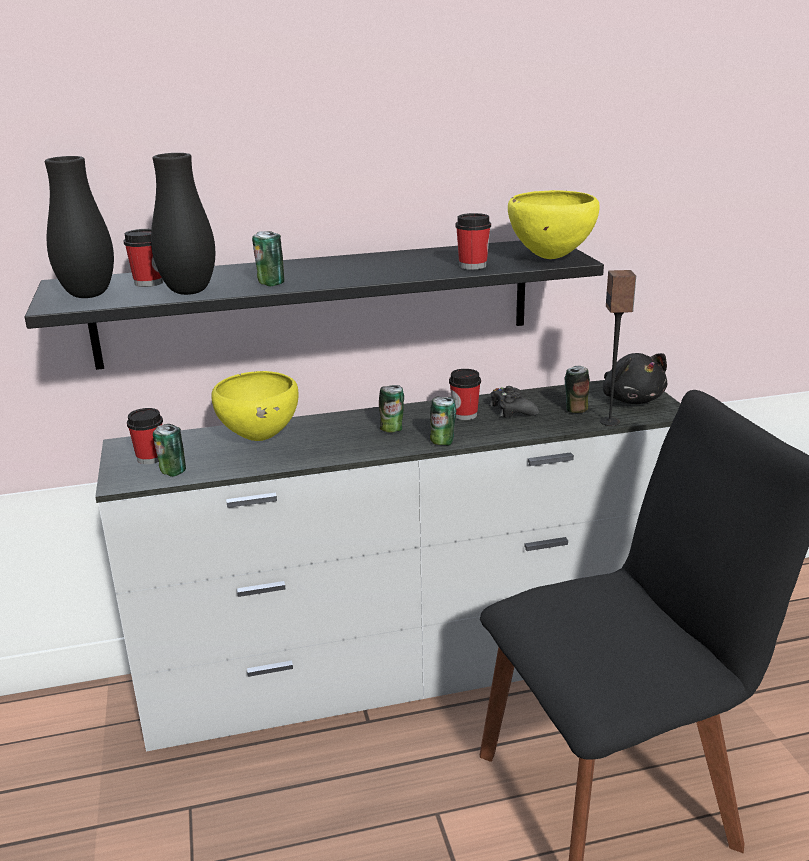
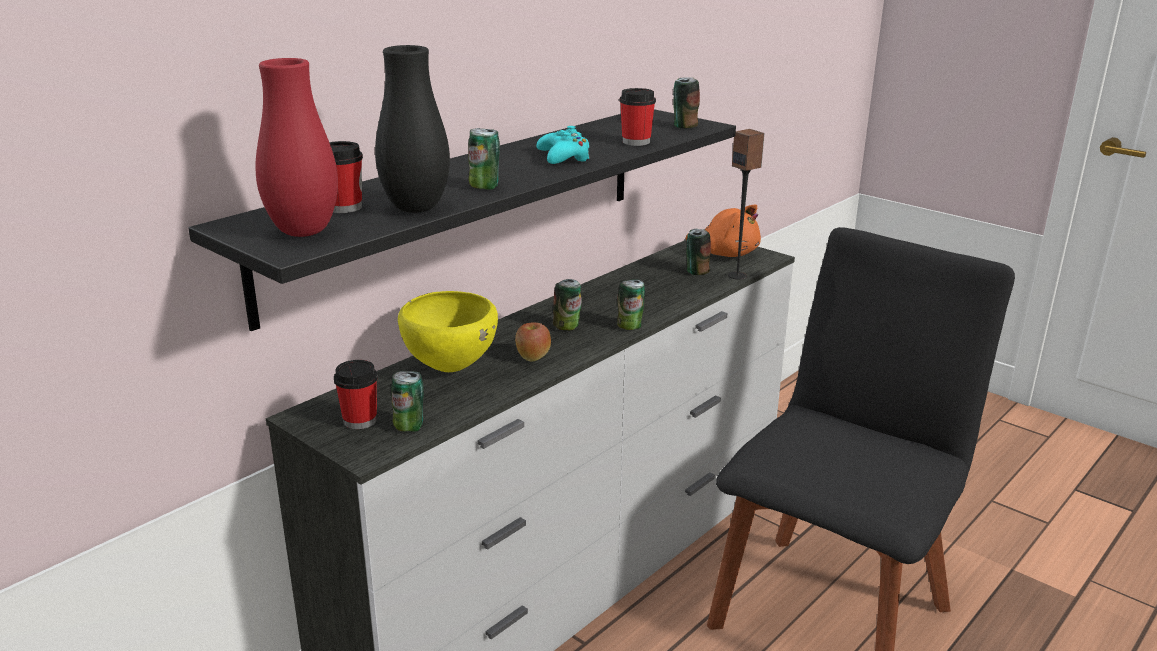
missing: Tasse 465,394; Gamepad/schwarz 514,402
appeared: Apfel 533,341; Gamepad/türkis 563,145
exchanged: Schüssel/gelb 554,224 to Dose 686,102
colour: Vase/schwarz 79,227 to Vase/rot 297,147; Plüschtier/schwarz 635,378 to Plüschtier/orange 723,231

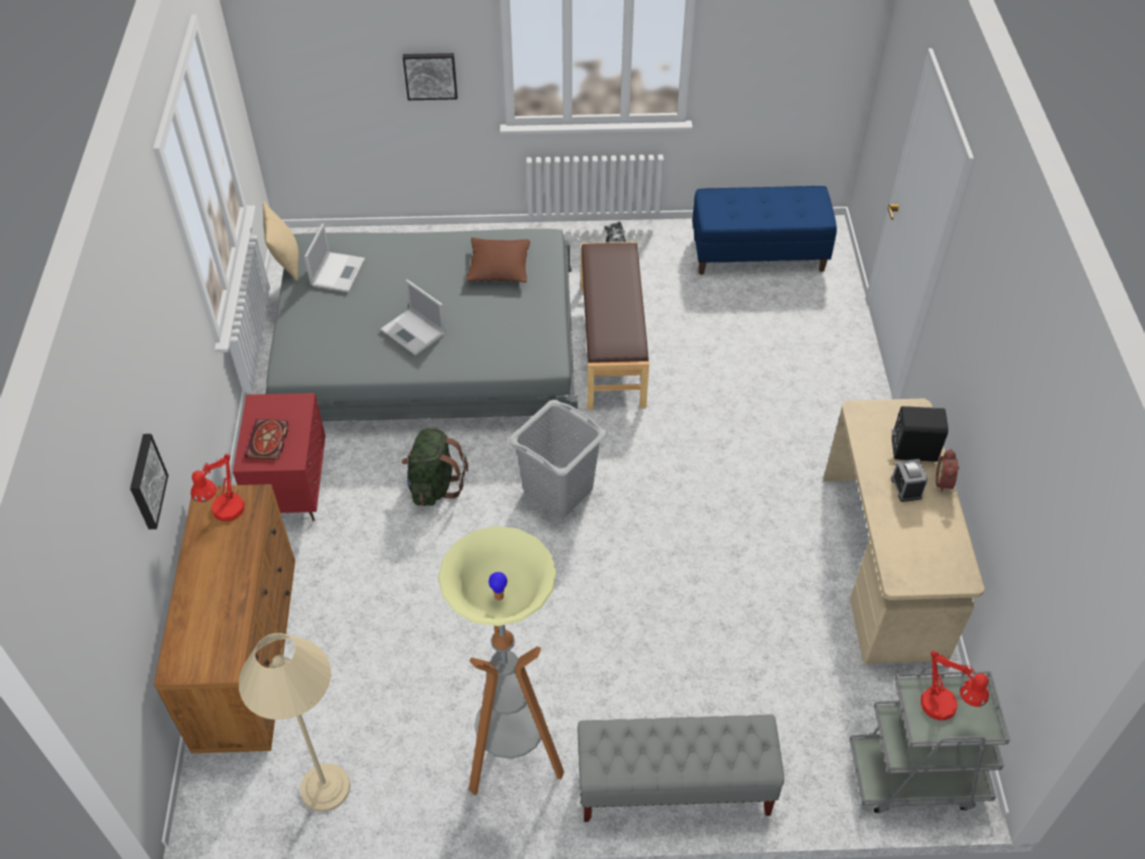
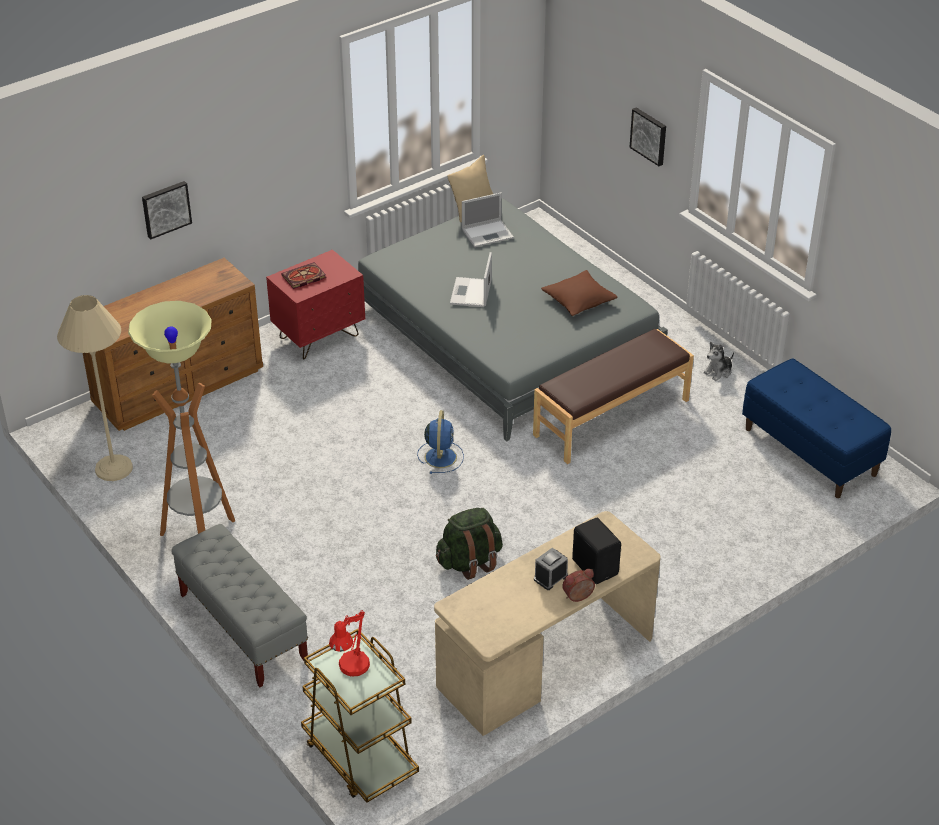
missing: Tischlampe/rot 218,487
relocated: Rucksack/grün 435,467 to 469,544
exchanged: Wäschekorb/grau 558,459 to Ventilator/blau 440,442
colour: Rollwagen/grau 929,739 to Rollwagen/braun 360,716

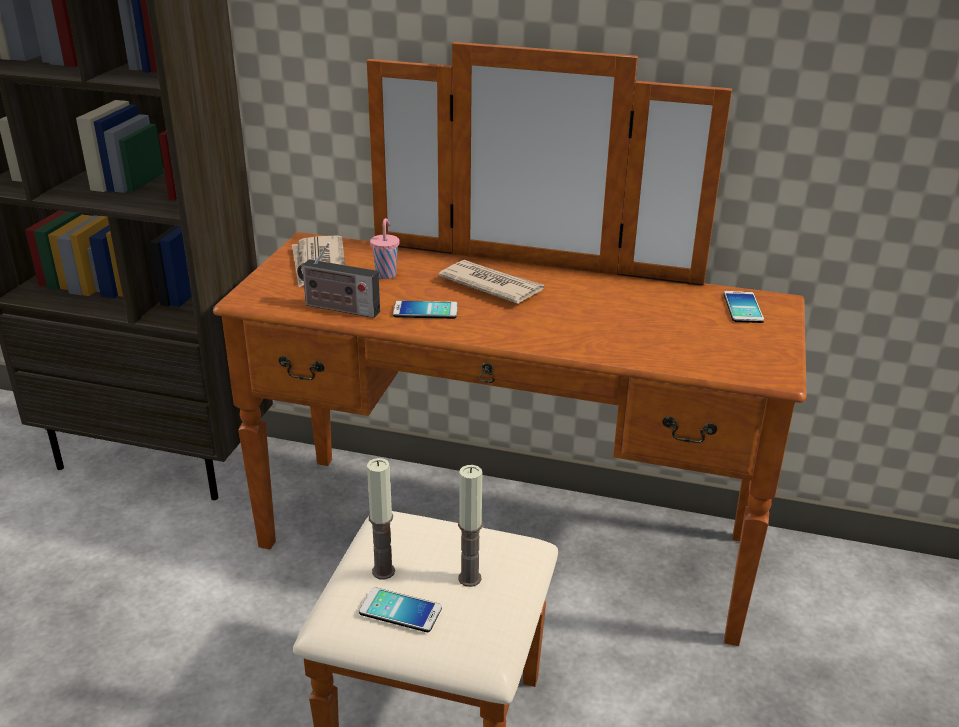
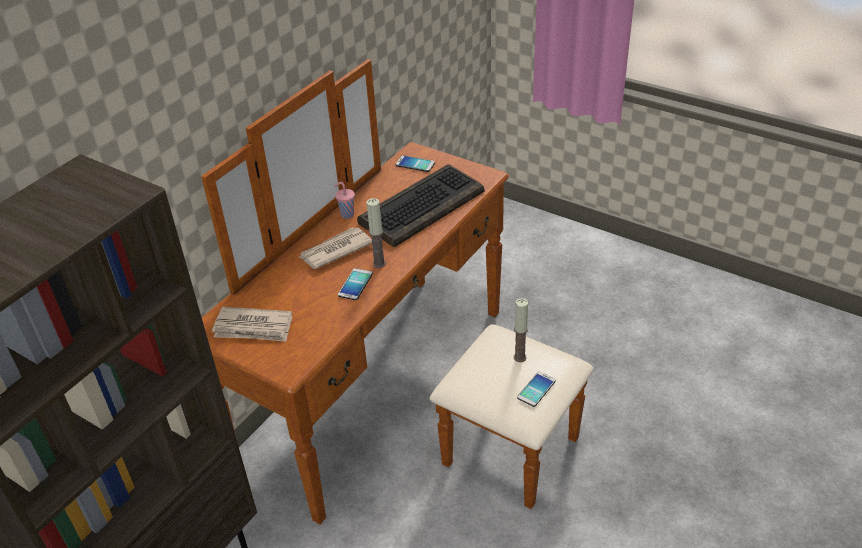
missing: Radio 338,280
appeared: Tastatur 420,205
relocated: Tasse/rosa 385,248 to 344,200; Kerze 381,518 to 376,233

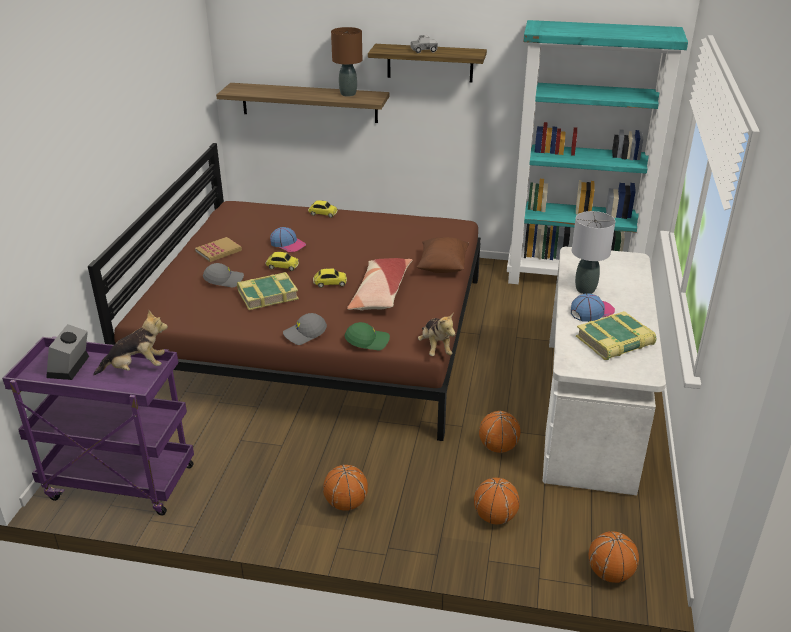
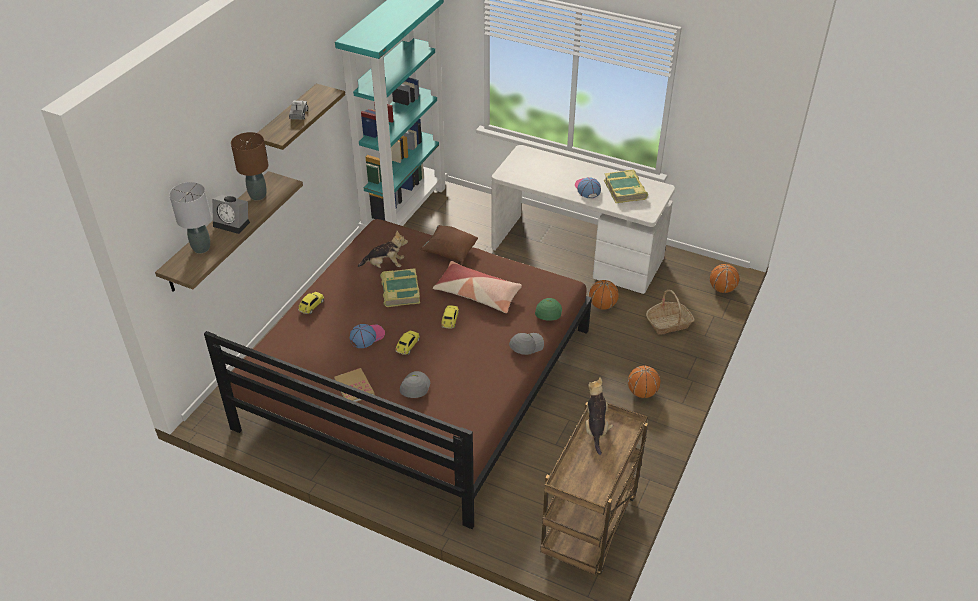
relocated: Tischlampe/grau 593,252 to 190,217; Wecker 67,352 to 231,214; Plüschtier 436,334 to 383,249; Buch 268,291 to 400,287
exchanged: Basketball 497,501 to Korb 670,312
colour: Rollwagen/lila 98,426 to Rollwagen/braun 594,488
spun: Kappe/grau 305,329 = 526,344 120 degrees counterclockwise

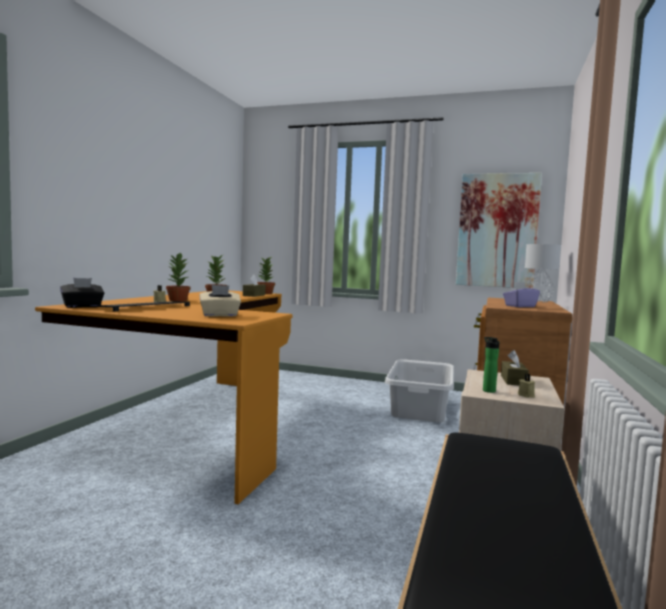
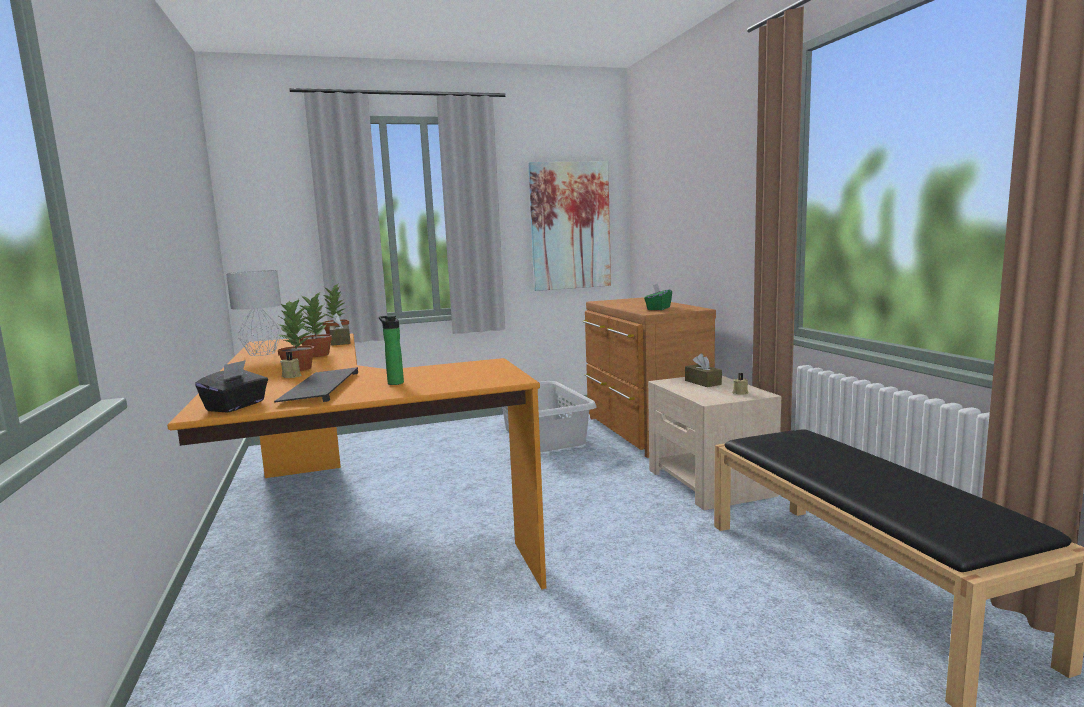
missing: Taschentuchbox/beige 220,301
relocated: Tischlampe/grau 543,273 to 253,313; Flasche 491,365 to 391,350
colour: Taschentuchbox/lila 521,294 to Taschentuchbox/grün 658,296

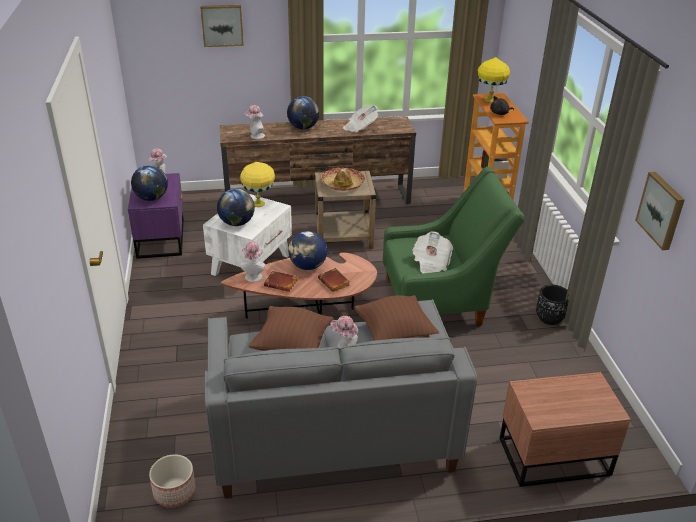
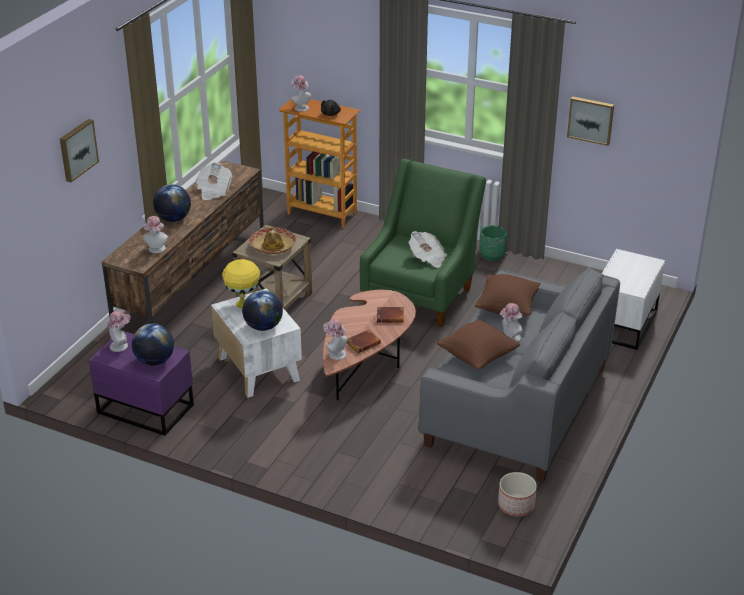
missing: Globus 307,250
exchanged: Tischlampe/gelb 494,79 to Hut 301,93
colour: Pflanzkübel/schwarz 552,305 to Pflanzkübel/grün 493,243; Nachttisch/braun 565,429 to Nachttisch/weiß 633,299

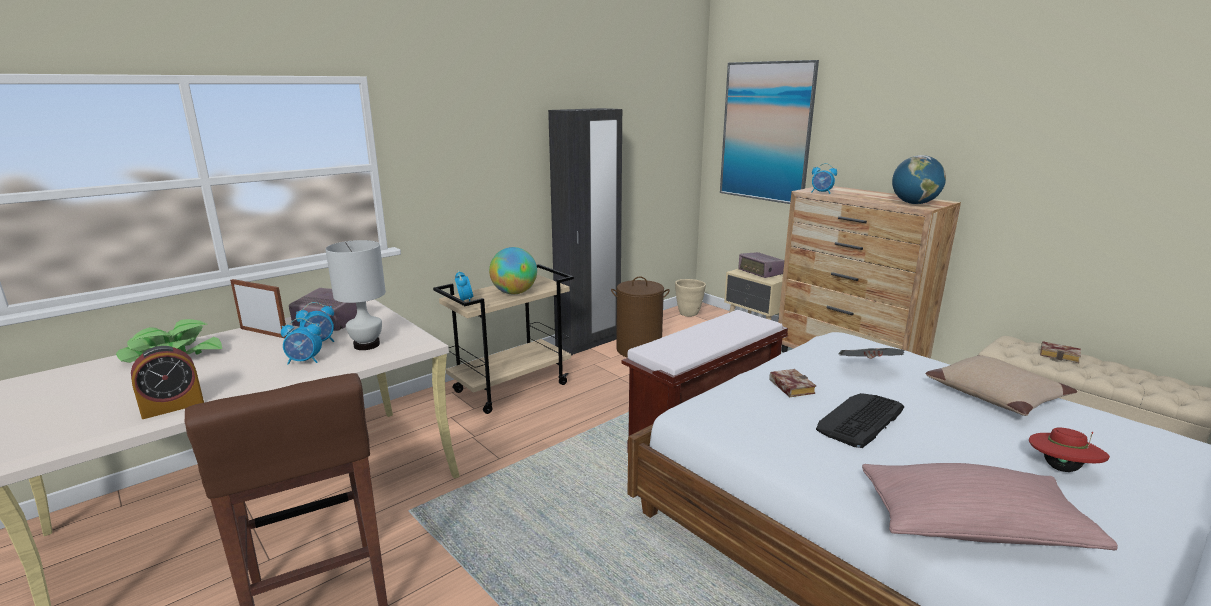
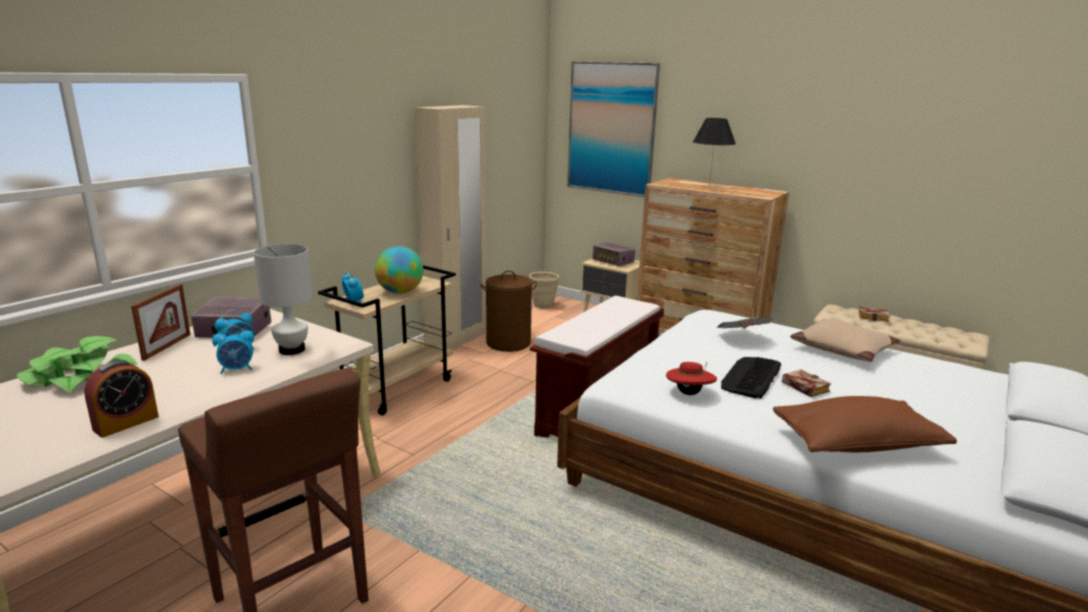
missing: Wecker 824,178; Globus 919,179
appeared: Tischlampe/schwarz 714,152
relocated: Hut/rot 1069,450 to 691,378; Buch 792,383 to 806,383
colour: Kleiderschrank/schwarz 585,232 to Kleiderschrank/beige 450,227; Kissen/rosa 990,506 to Kissen/braun 865,424
spun: Bilderrahmen 259,308 = 161,322 90 degrees clockwise

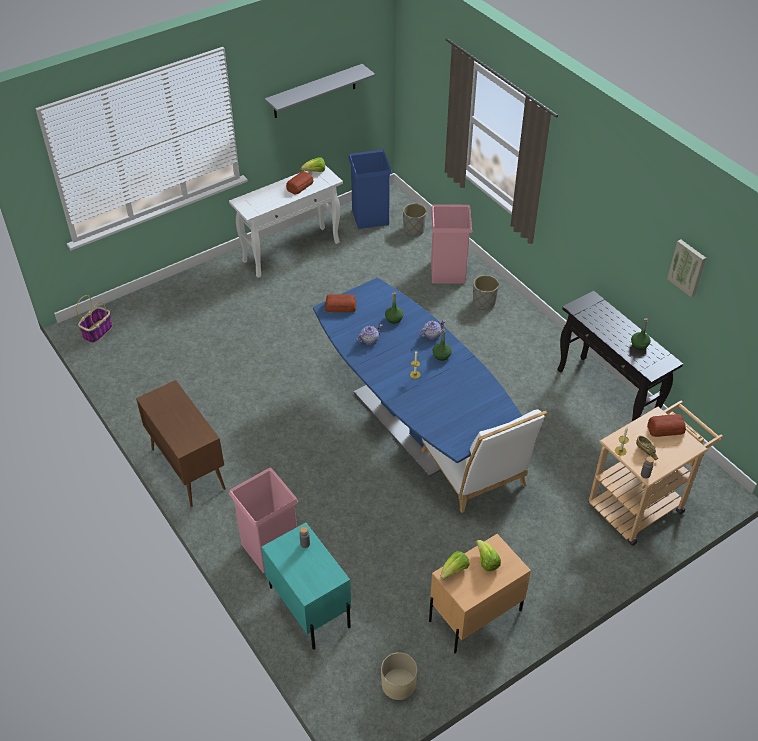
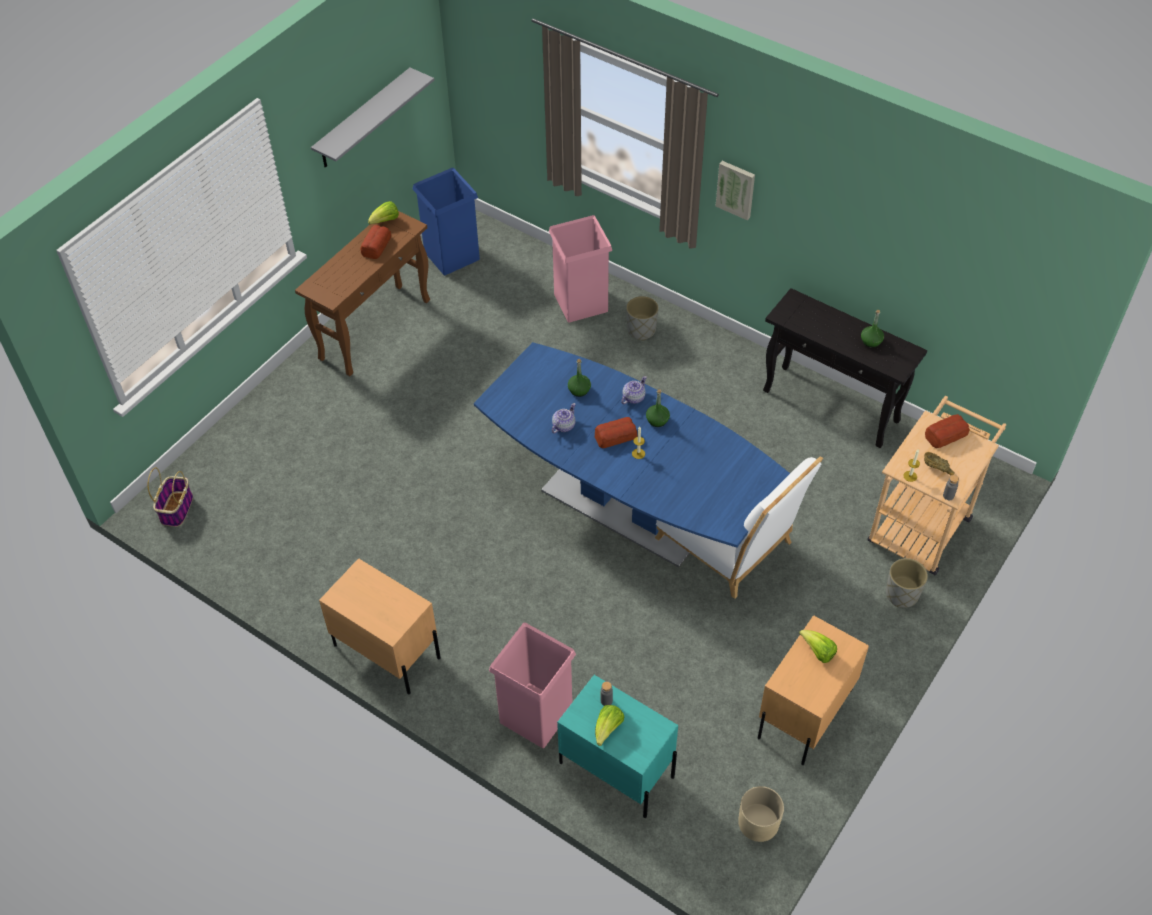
relocated: Brot 340,303 to 616,432; Salatkopf 455,565 to 609,725; Bild 686,269 to 735,190; Pflanzkübel/grau 415,219 to 907,582
exchanged: Schrank/braun 181,443 to Nachttisch/beige 380,626
colour: Konsolentisch/weiß 286,221 to Konsolentisch/braun 362,293

